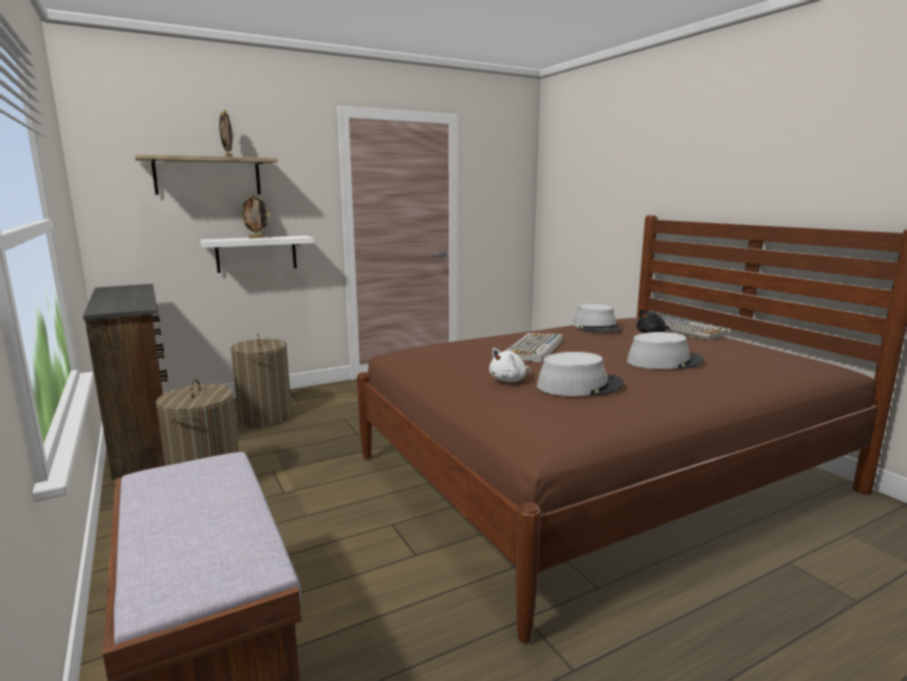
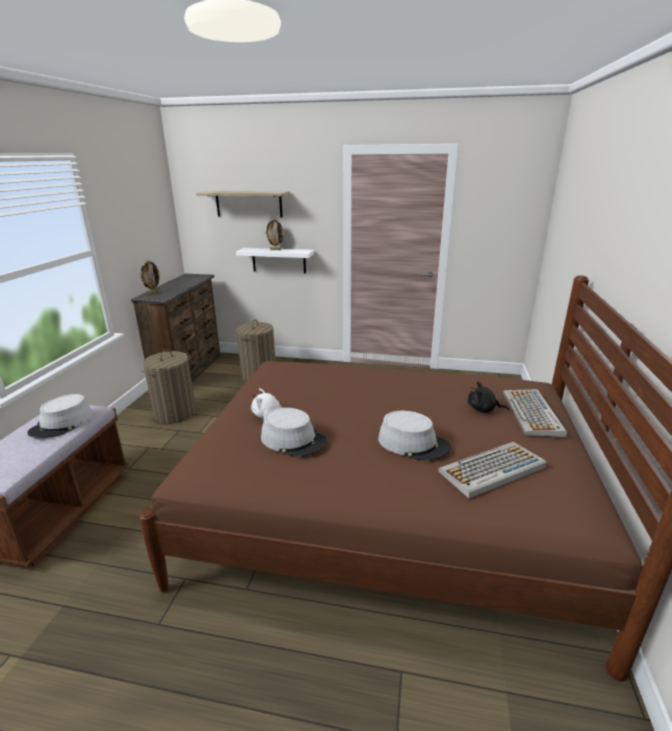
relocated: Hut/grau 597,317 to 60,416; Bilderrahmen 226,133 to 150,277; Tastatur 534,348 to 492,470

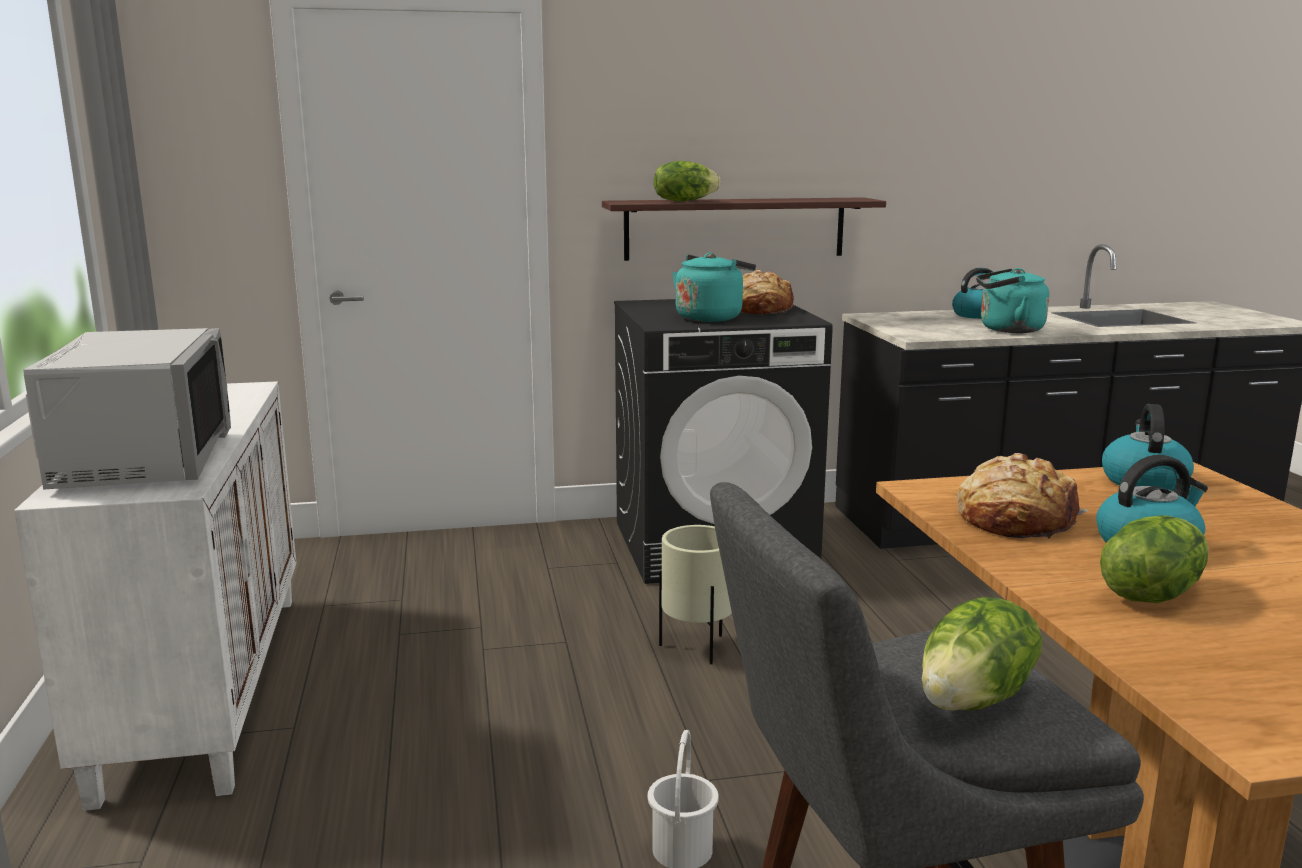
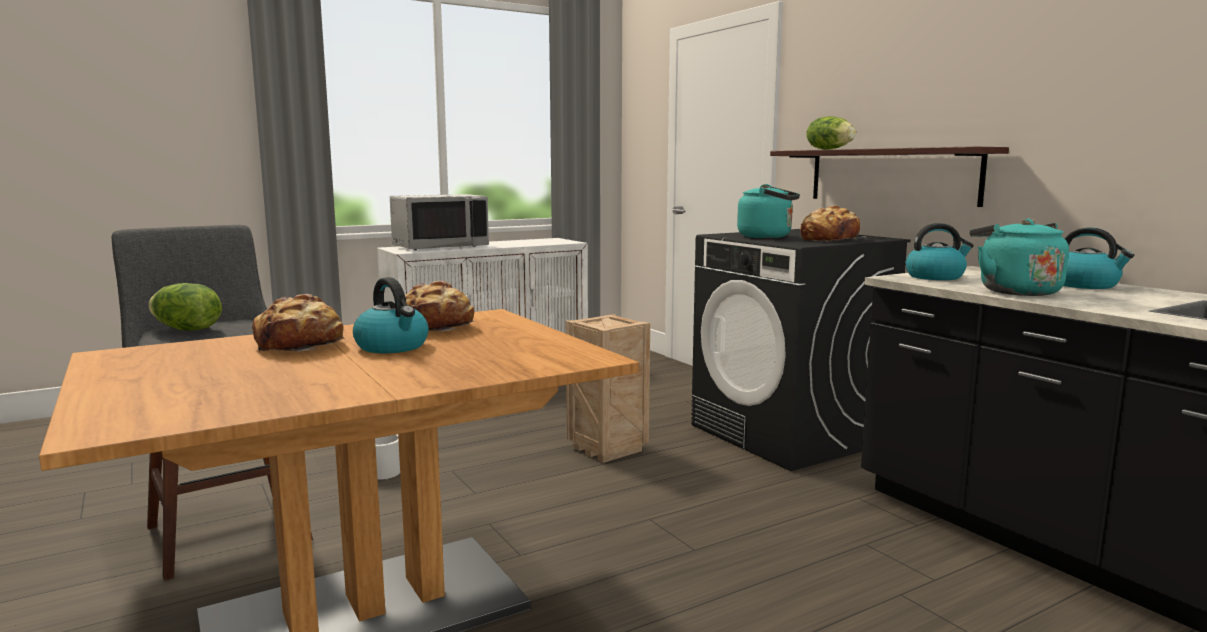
relocated: Wasserkessel 1148,447 to 939,251
exchanged: Salatkopf 1154,559 to Brot 299,323; Pflanzkübel/beige 695,595 to Kiste 608,388

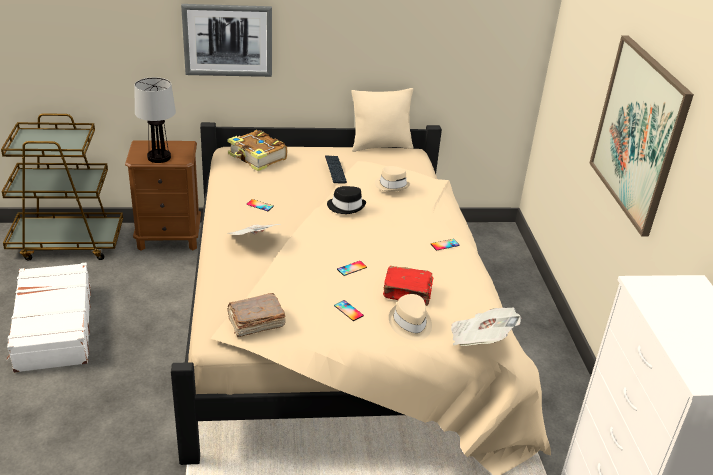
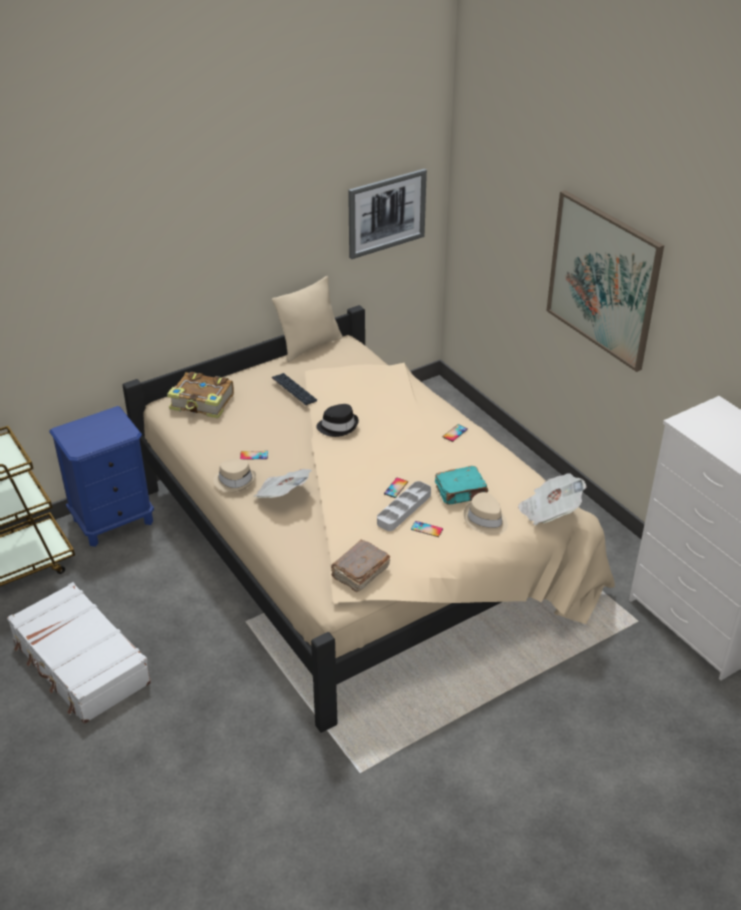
missing: Tischlampe 155,120
appeared: Tablett/grau 404,506
relocated: Hut/beige 392,179 to 234,475; Bild 226,40 to 387,214
colour: Nachttisch/braun 163,195 to Nachttisch/blau 101,476; Buch/rot 408,286 to Buch/türkis 462,485

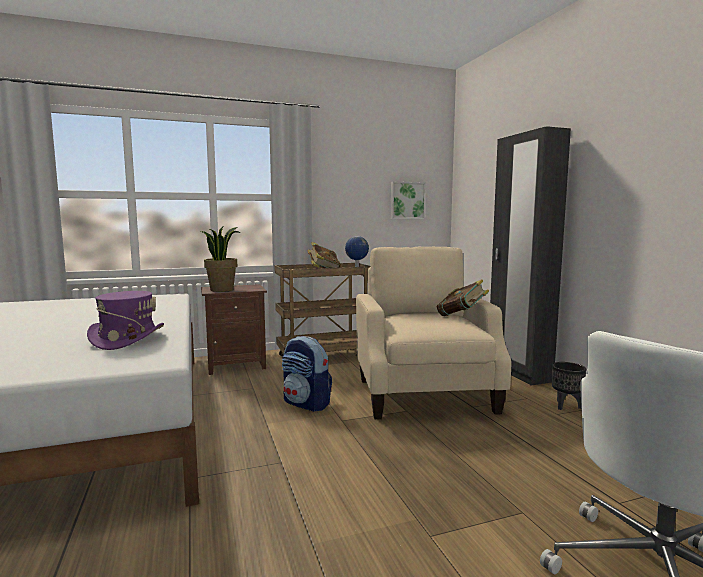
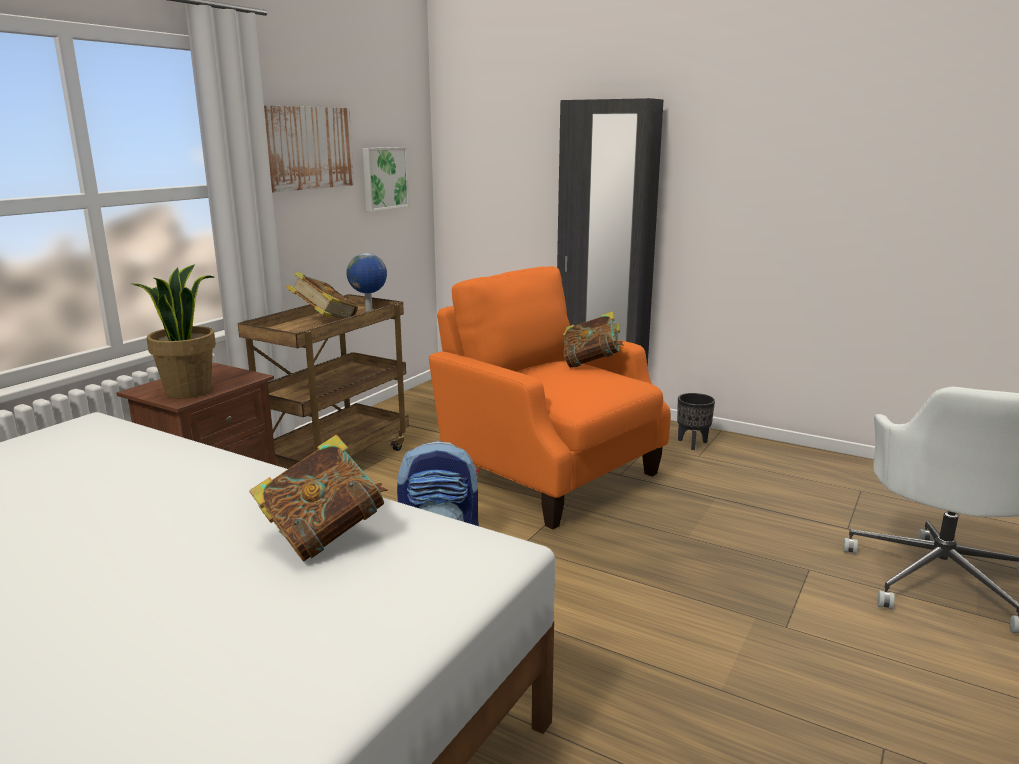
appeared: Bild 309,149
exchanged: Hut/lila 125,320 to Buch 318,498
colour: Sessel/beige 433,333 to Sessel/orange 550,397

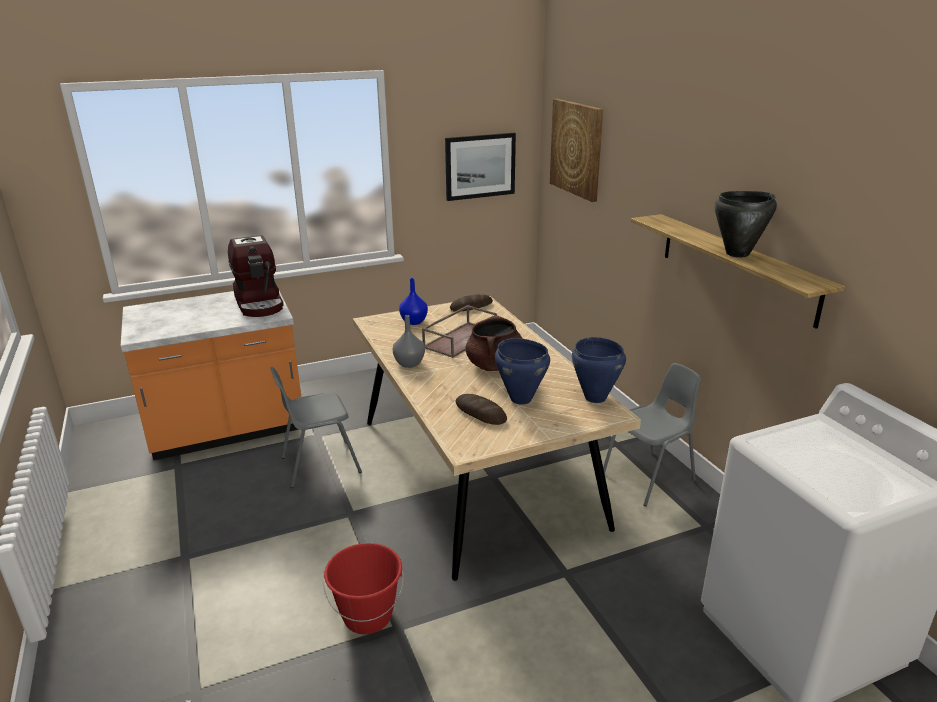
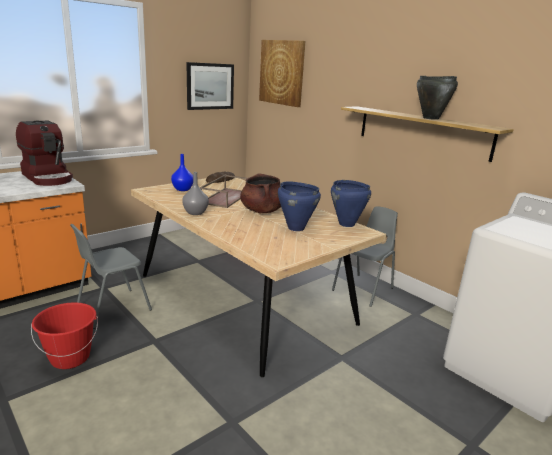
missing: Brot 481,409
relocated: Eimer/rot 363,588 to 64,335

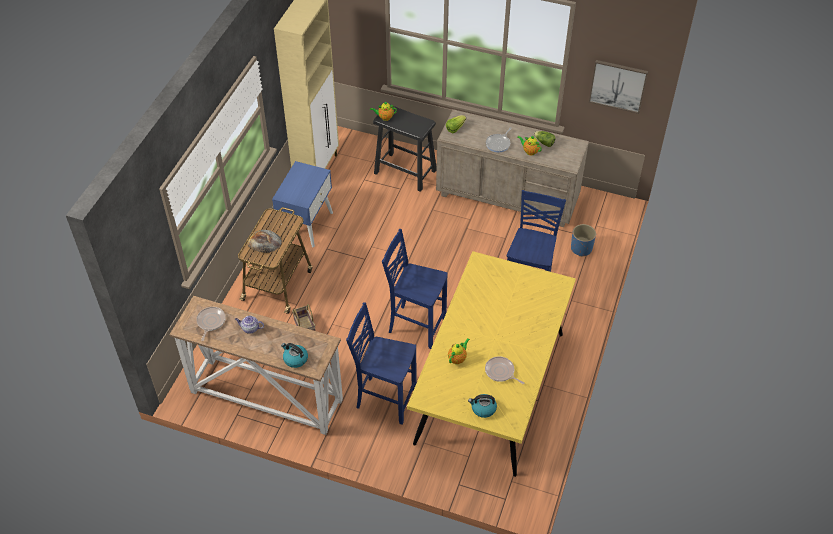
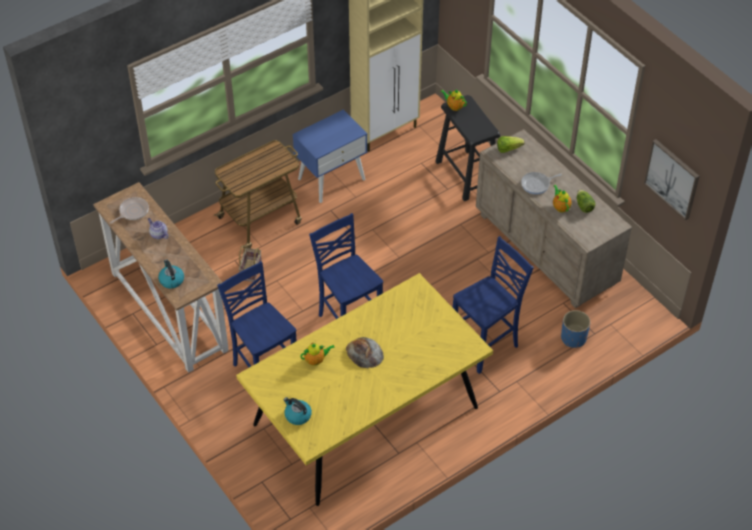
missing: Pfanne 504,370
relocated: Brot 264,241 to 365,352

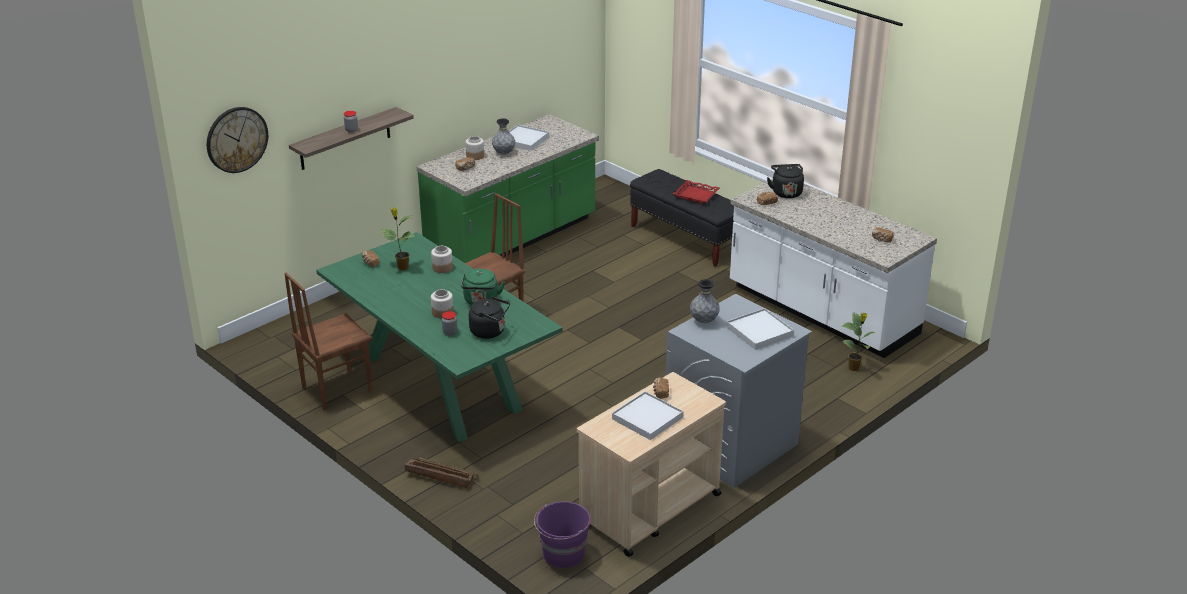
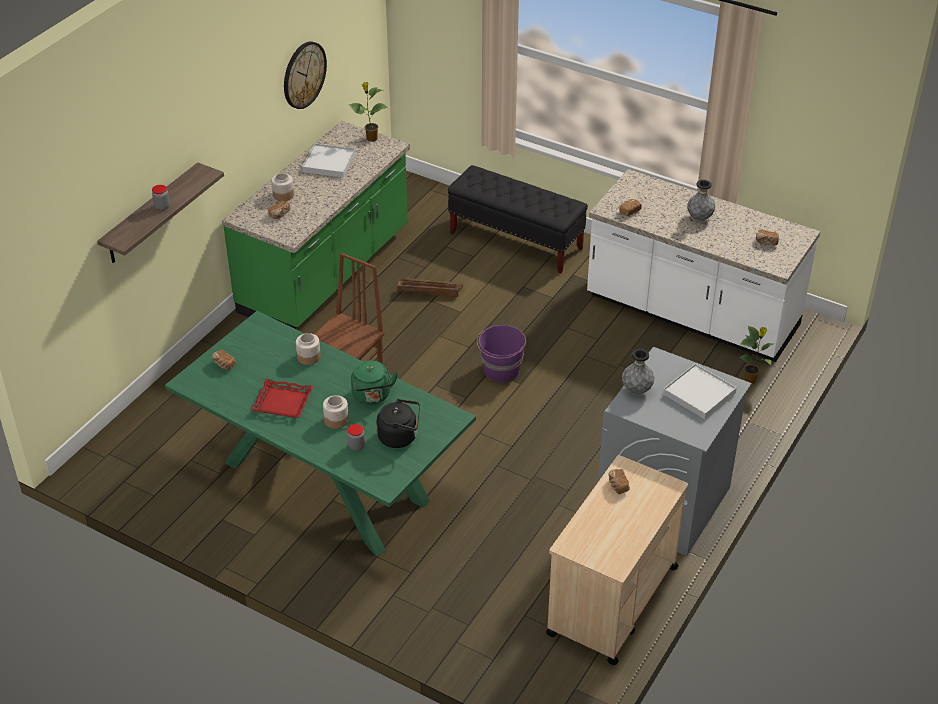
missing: Stuhl/braun 328,341; Tablett/weiß 648,415; Wasserkessel/schwarz 785,181
relocated: Tablett/rot 696,192 to 282,398; Wanduhr 237,140 to 305,75; Topfpflanze 397,239 to 368,112; Kiste 442,472 to 430,287; Eimer/lila 562,534 to 501,353; Vase/grau 503,136 to 701,200

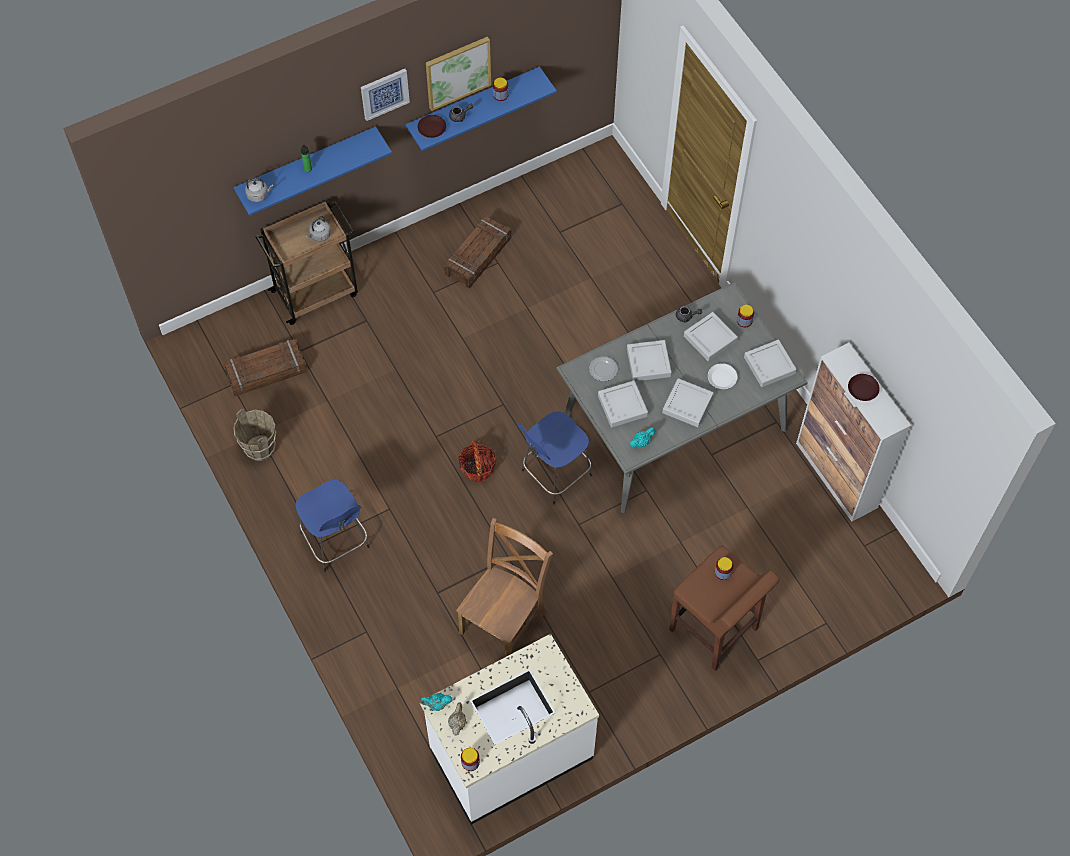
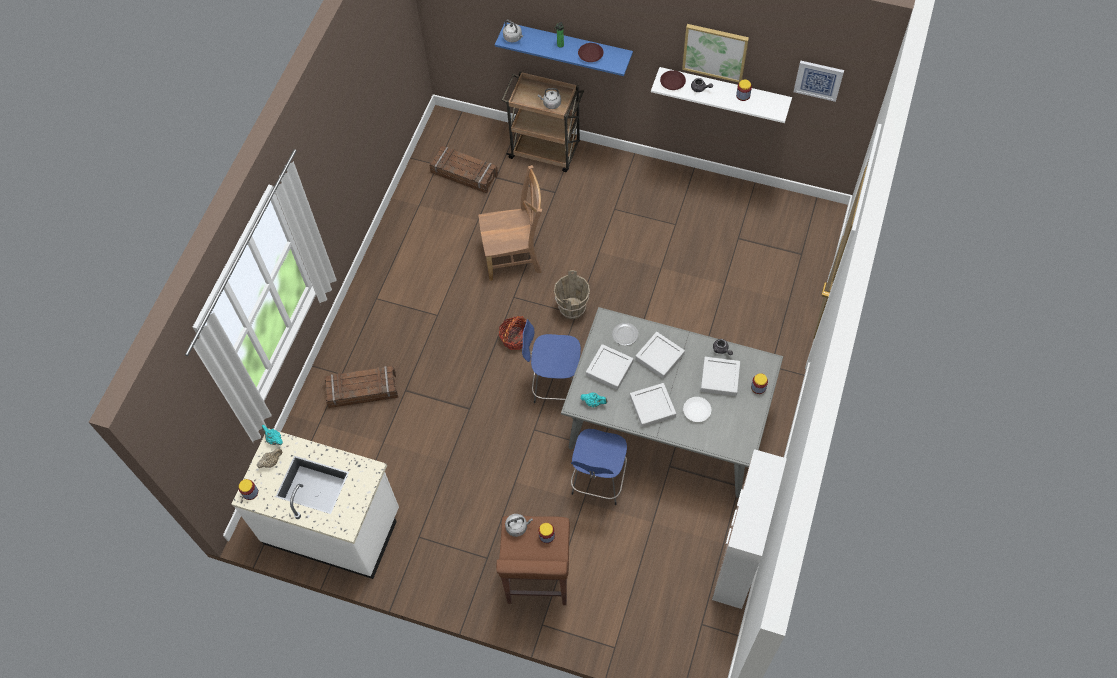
missing: Tablett/grau 770,363
appeared: Wasserkessel/grau 519,525
relocated: Kiste 477,252 to 361,387; Stuhl/braun 504,587 to 510,223; Eimer/braun 254,434 to 572,294; Hocker/blau 332,526 to 599,467; Teller/braun 864,387 to 591,52; Bild 385,95 to 818,81
colour: Wandregal/blau 481,109 to Wandregal/weiß 721,95

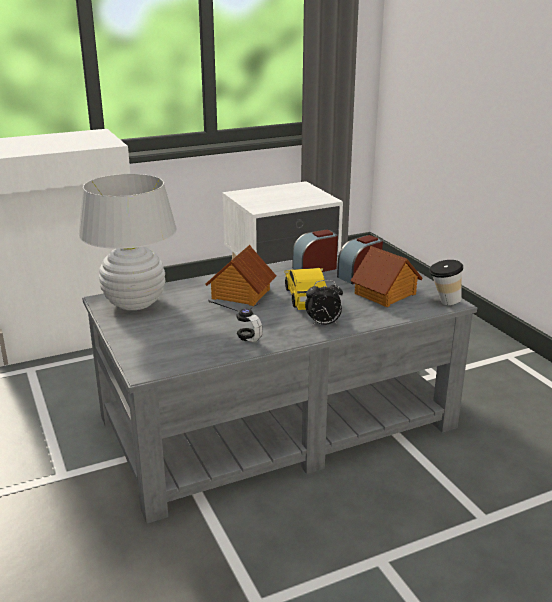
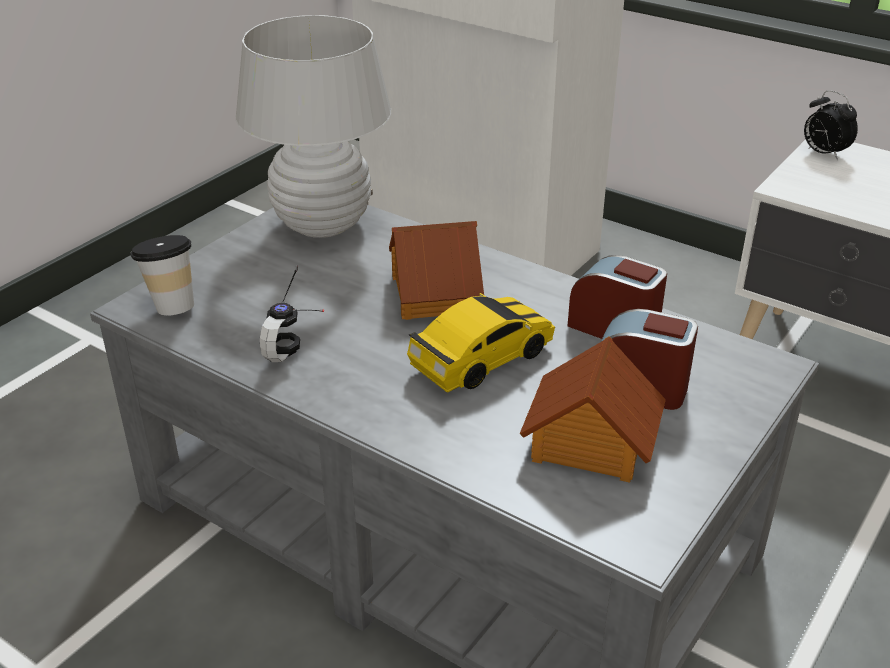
relocated: Tasse 446,282 to 162,275; Wecker 324,303 to 831,125

